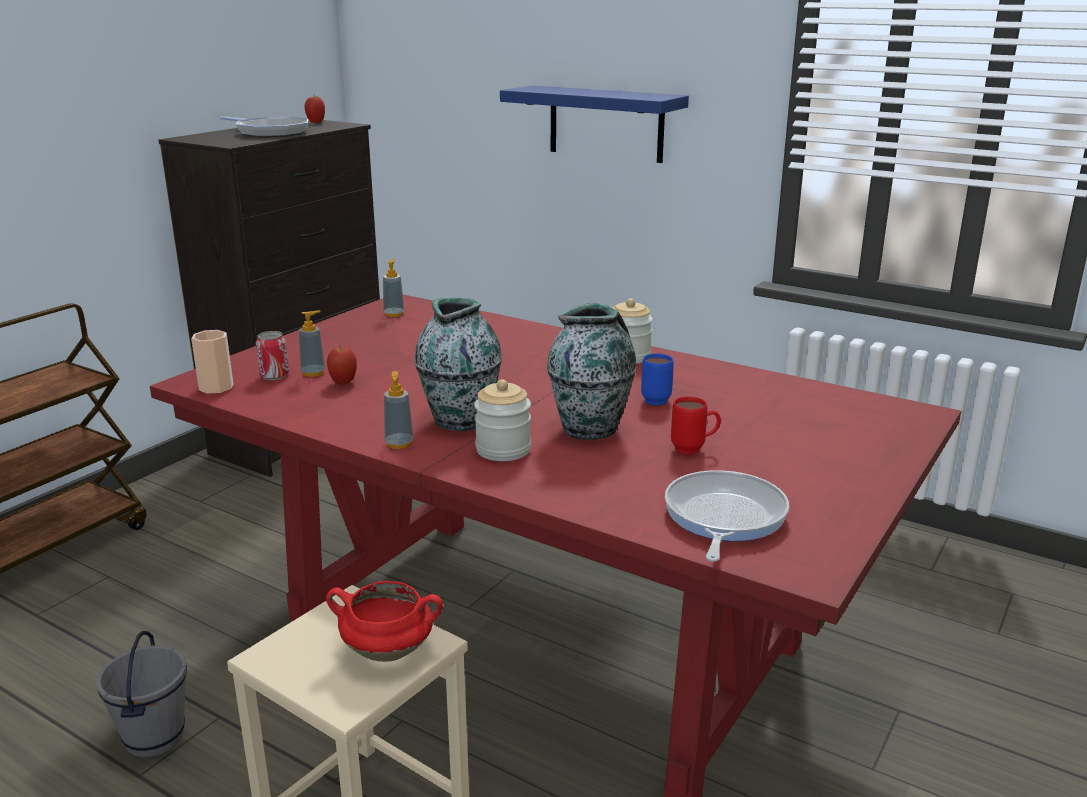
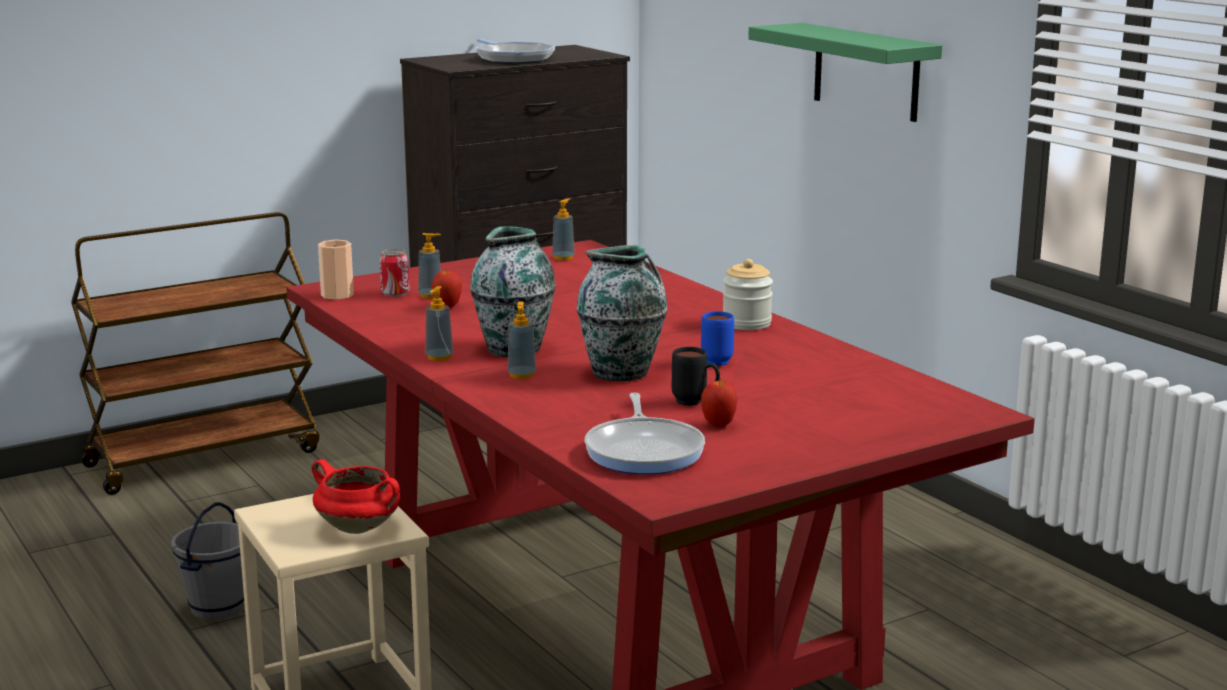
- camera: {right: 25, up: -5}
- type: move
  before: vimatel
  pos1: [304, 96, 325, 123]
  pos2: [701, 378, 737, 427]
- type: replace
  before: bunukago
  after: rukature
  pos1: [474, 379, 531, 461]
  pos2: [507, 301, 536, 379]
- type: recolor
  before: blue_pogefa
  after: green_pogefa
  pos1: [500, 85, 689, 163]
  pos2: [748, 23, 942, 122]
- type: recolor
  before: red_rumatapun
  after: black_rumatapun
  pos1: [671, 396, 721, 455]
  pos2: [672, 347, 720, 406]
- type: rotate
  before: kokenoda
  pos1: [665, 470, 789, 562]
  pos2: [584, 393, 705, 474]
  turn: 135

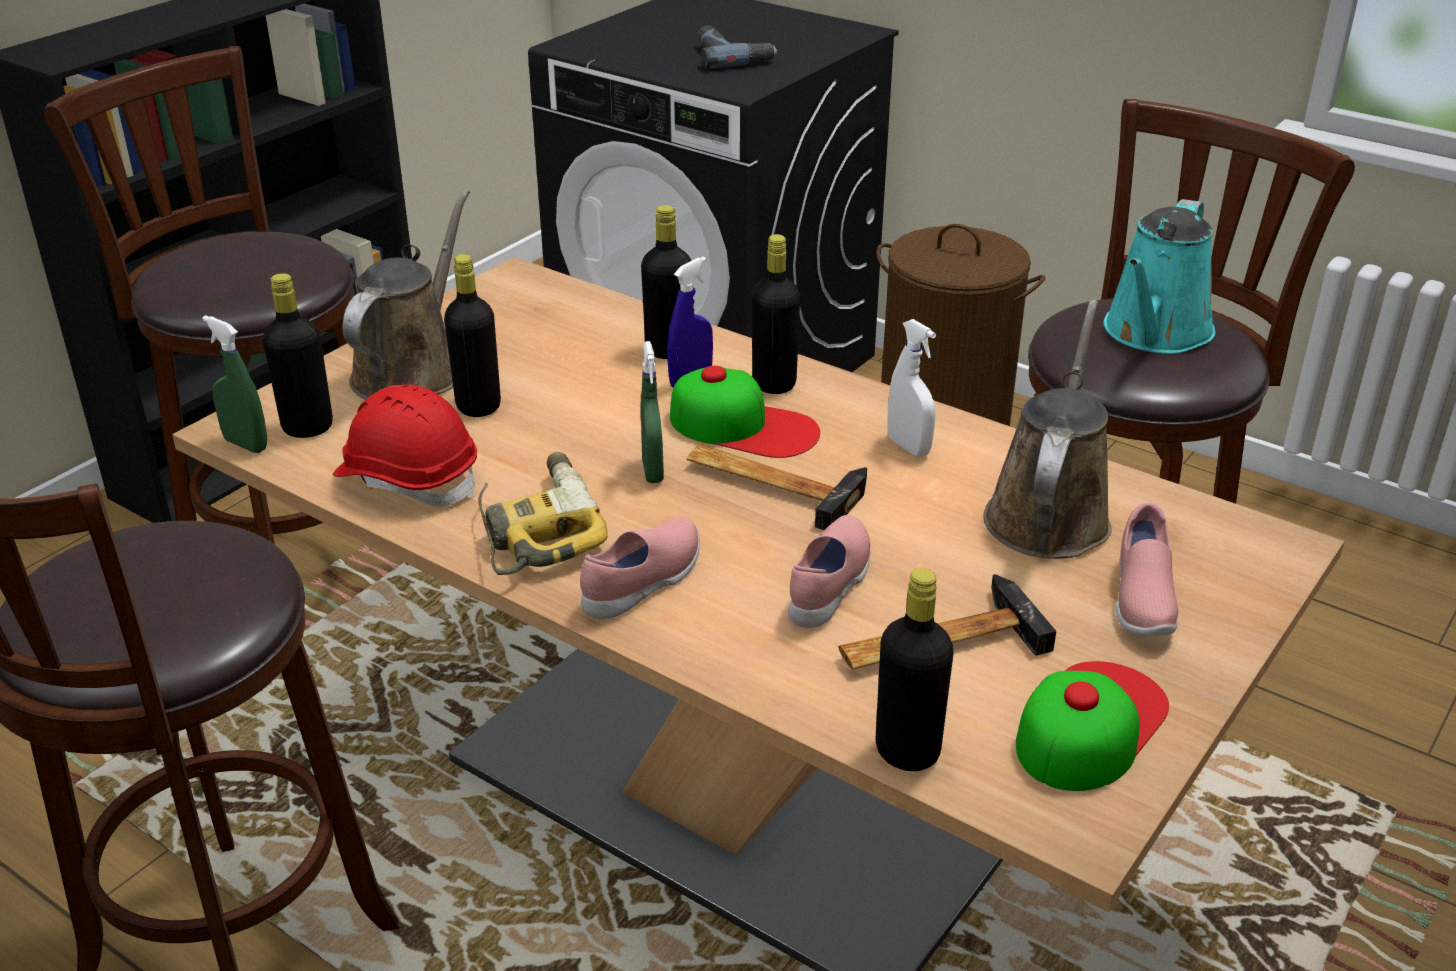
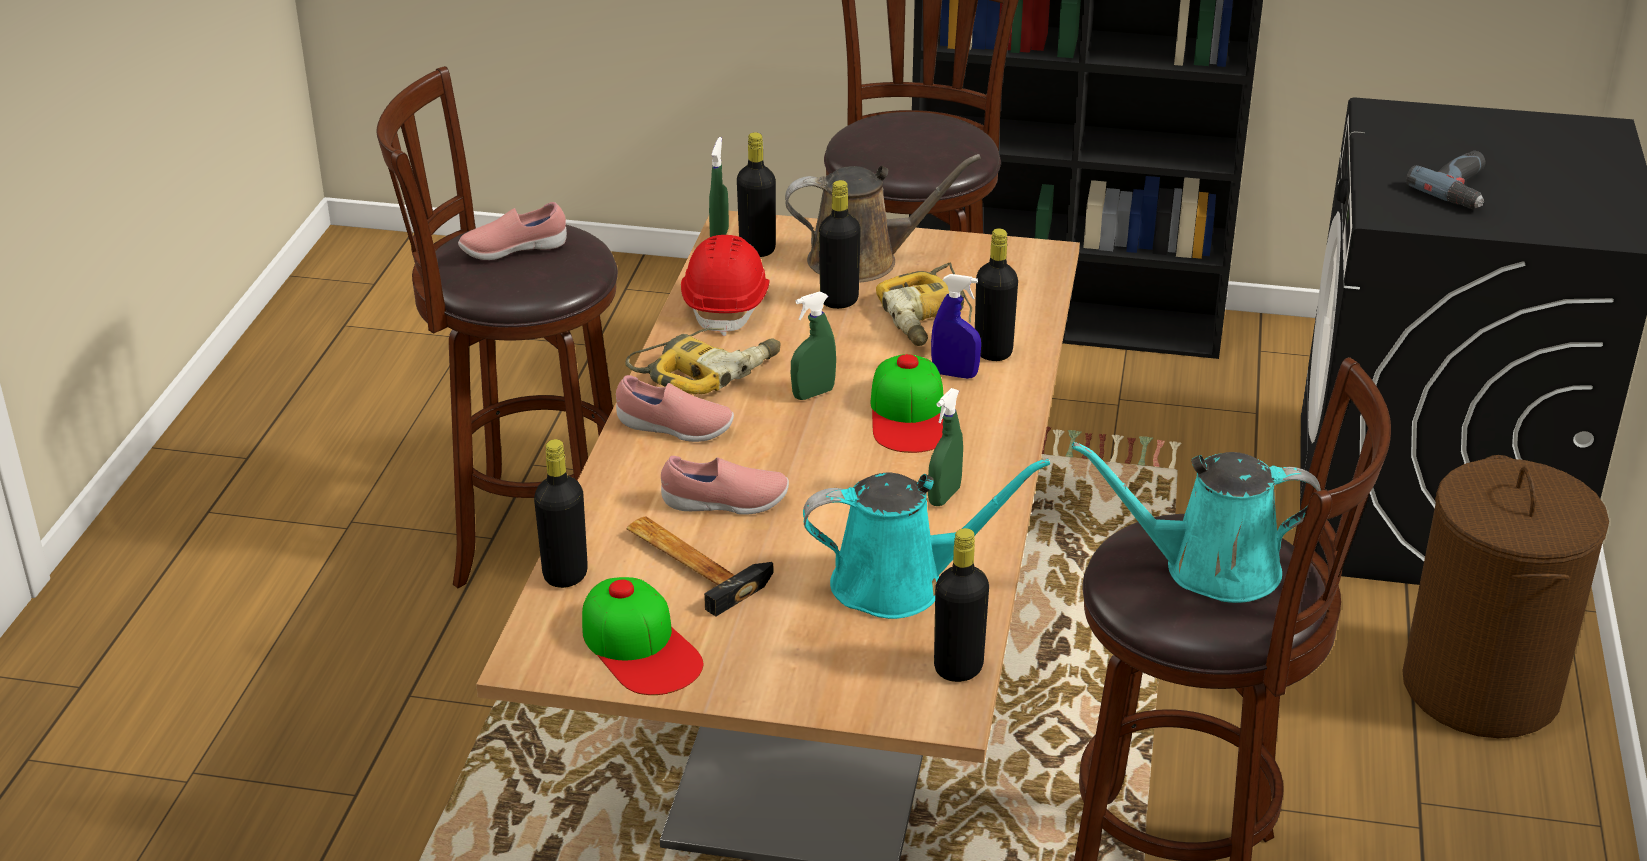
- camera: {right: 65, up: 0}
- type: delete
  before: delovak
  pos1: [686, 444, 867, 530]
- type: insert
  after: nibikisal
  pos2: [876, 263, 972, 346]
- type: move
  before: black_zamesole
  pos1: [752, 234, 800, 394]
  pos2: [934, 528, 989, 682]
- type: move
  before: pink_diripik
  pos1: [1115, 503, 1178, 636]
  pos2: [458, 202, 567, 260]
- type: recolor
  before: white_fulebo
  after: green_fulebo
  pos1: [887, 319, 936, 457]
  pos2: [928, 388, 963, 506]
- type: recolor
  before: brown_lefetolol
  after: turquoise_lefetolol
  pos1: [983, 300, 1112, 559]
  pos2: [803, 458, 1050, 619]
- type: rotate
  before: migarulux
  pos1: [1016, 661, 1169, 791]
  pos2: [582, 577, 703, 695]
  turn: 45

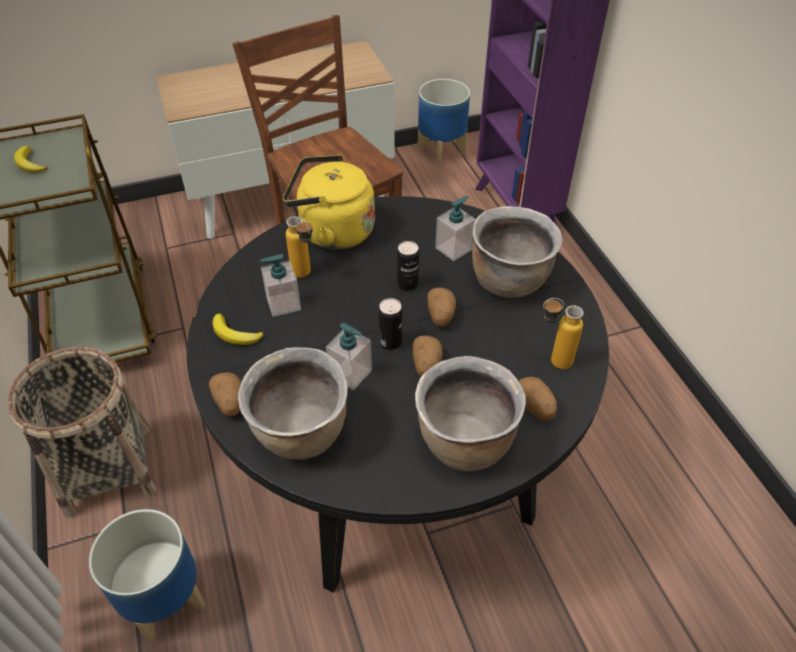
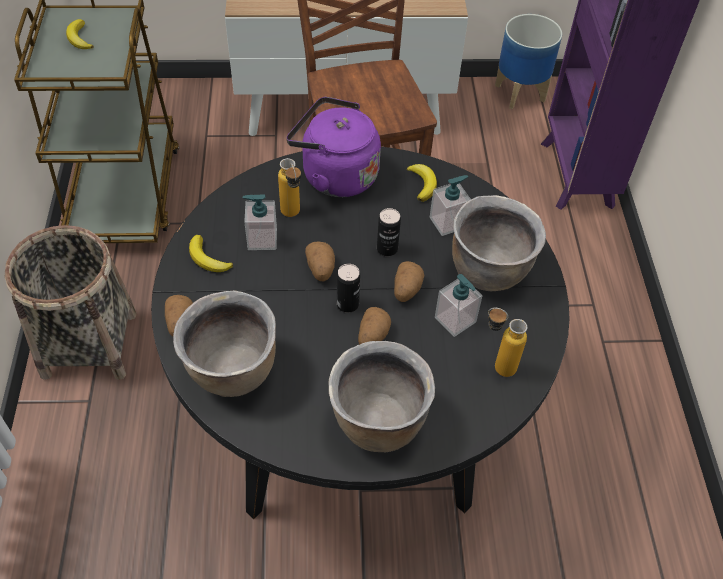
- camera: {right: 15, up: 5}
- type: delete
  before: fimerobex
  pos1: [89, 509, 205, 643]
- type: insert
  after: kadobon
  pos2: [407, 164, 437, 202]
- type: move
  before: rukature
  pos1: [326, 323, 372, 390]
  pos2: [435, 274, 482, 337]
- type: move
  before: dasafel
  pos1: [518, 377, 557, 421]
  pos2: [305, 241, 335, 282]
- type: recolor
  before: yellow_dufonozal
  after: purple_dufonozal
  pos1: [283, 155, 375, 250]
  pos2: [287, 97, 381, 197]

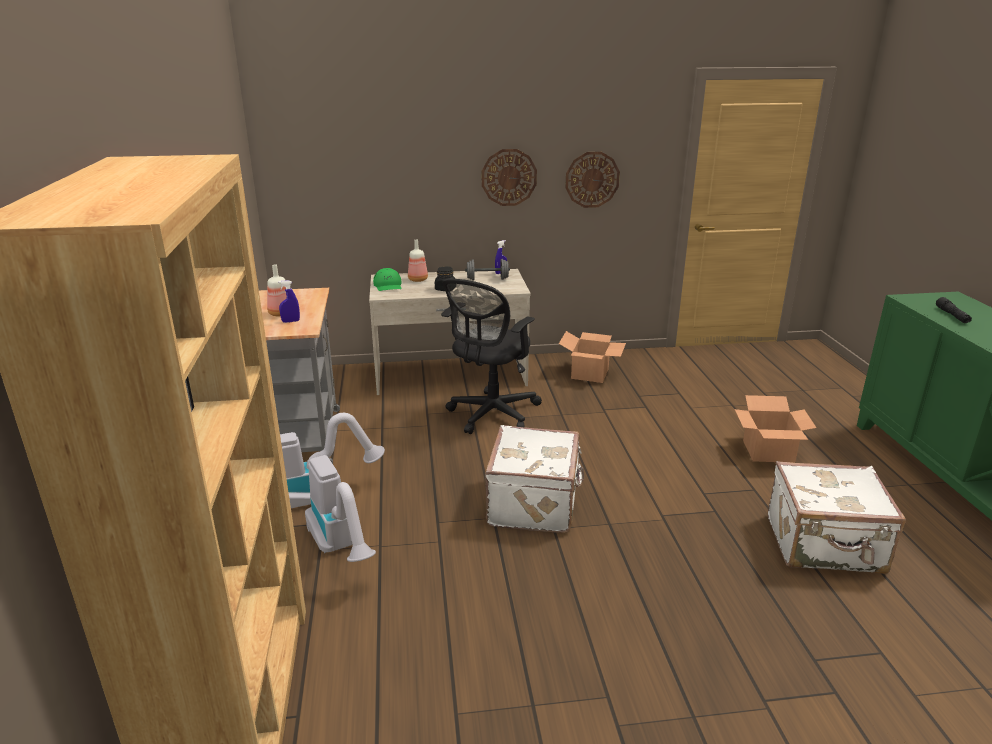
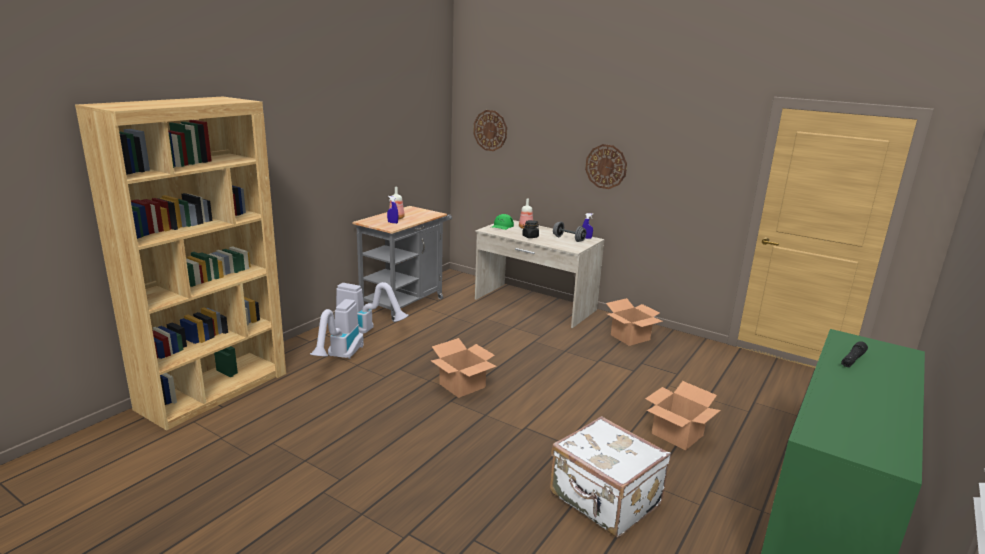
- camera: {right: 40, up: -5}
- type: delete
  before: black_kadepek
  pos1: [441, 279, 542, 434]
- type: move
  before: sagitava
  pos1: [565, 152, 620, 208]
  pos2: [473, 110, 507, 151]
- type: replace
  before: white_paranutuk
  after: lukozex
  pos1: [485, 425, 584, 533]
  pos2: [431, 338, 497, 398]

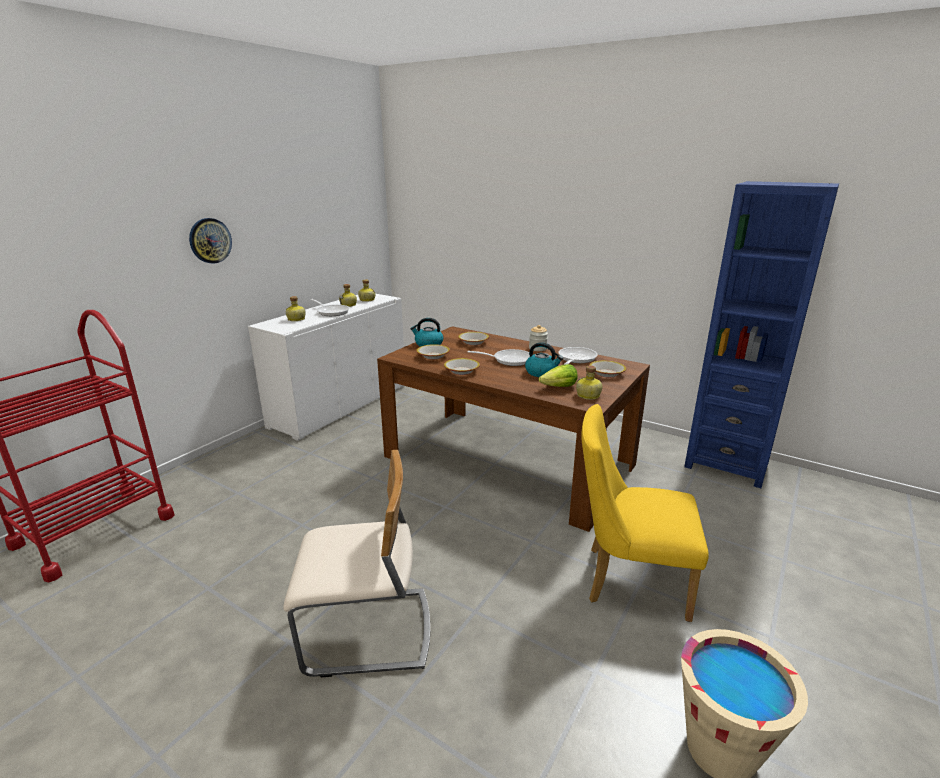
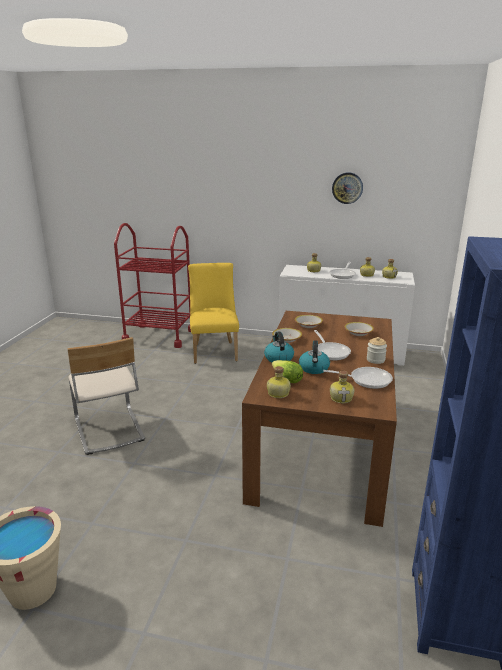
- camera: {right: 70, up: 0}
- type: move
  before: sagitava
  pos1: [189, 218, 232, 264]
  pos2: [332, 172, 363, 204]
- type: move
  before: dufonozal
  pos1: [410, 318, 443, 347]
  pos2: [264, 331, 294, 362]
- type: move
  before: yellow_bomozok
  pos1: [581, 404, 709, 622]
  pos2: [188, 263, 239, 364]
- type: replace
  before: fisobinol
  after: zamesole
  pos1: [589, 360, 626, 377]
  pos2: [330, 371, 355, 403]

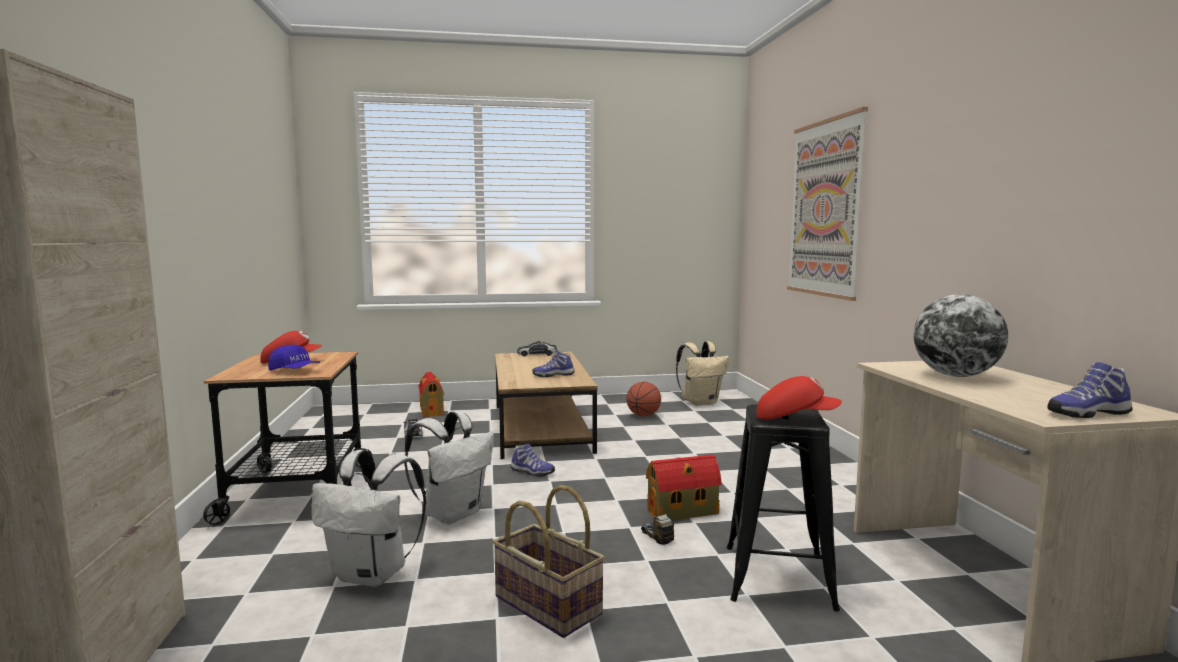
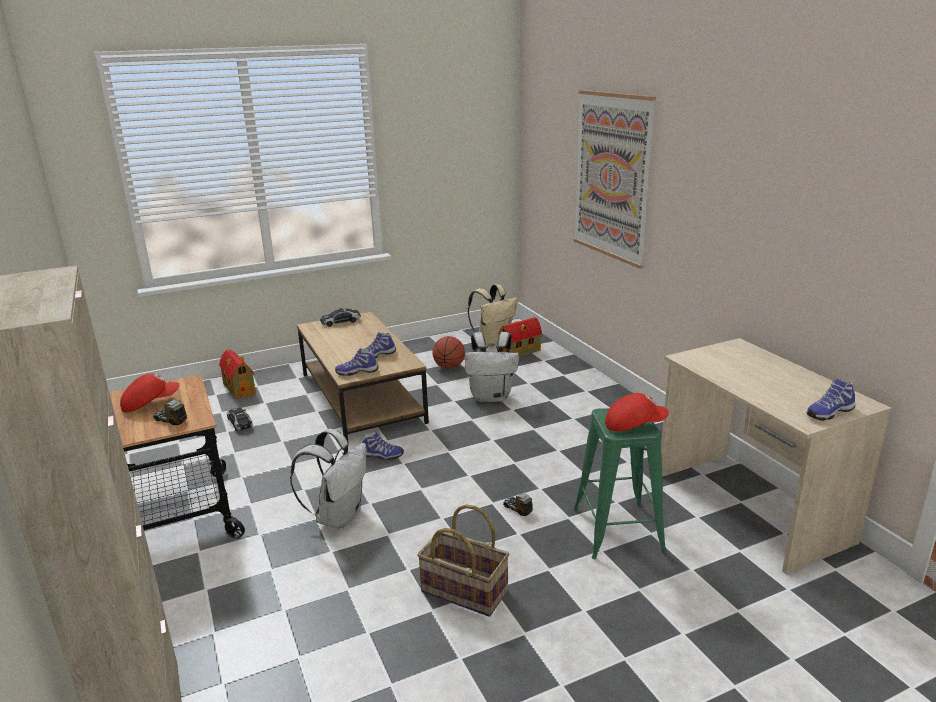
- camera: {right: -15, up: 15}
- type: delete
  before: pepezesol
  pos1: [913, 294, 1008, 377]
- type: insert
  after: diripik
  pos2: [335, 348, 379, 376]
- type: move
  before: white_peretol
  pos1: [311, 450, 426, 587]
  pos2: [465, 332, 519, 402]
- type: move
  before: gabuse
  pos1: [646, 455, 722, 520]
  pos2: [498, 317, 542, 357]
- type: replace
  before: blue_migarulux
  after: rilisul
  pos1: [268, 345, 320, 371]
  pos2: [154, 399, 187, 425]
- type: recolor
  before: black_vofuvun
  after: green_vofuvun
  pos1: [727, 404, 840, 612]
  pos2: [573, 408, 667, 559]

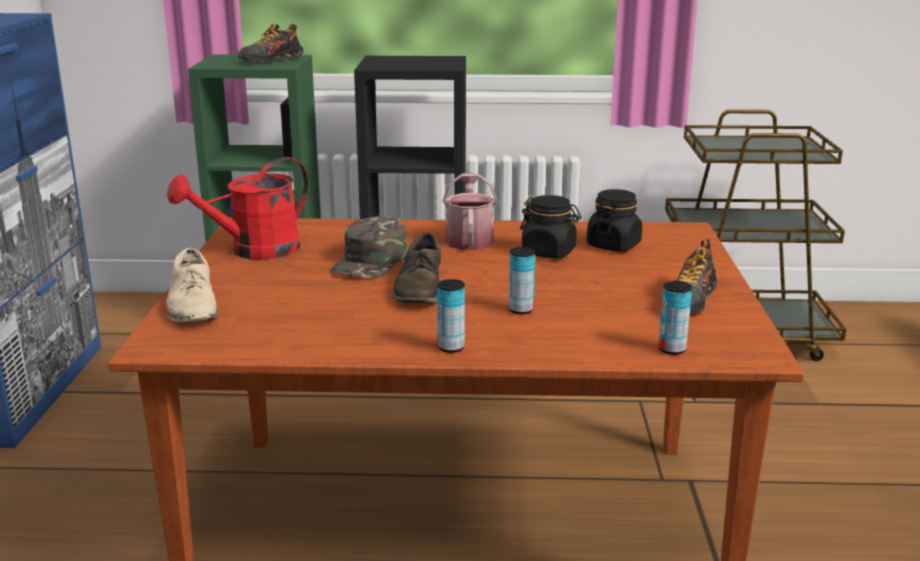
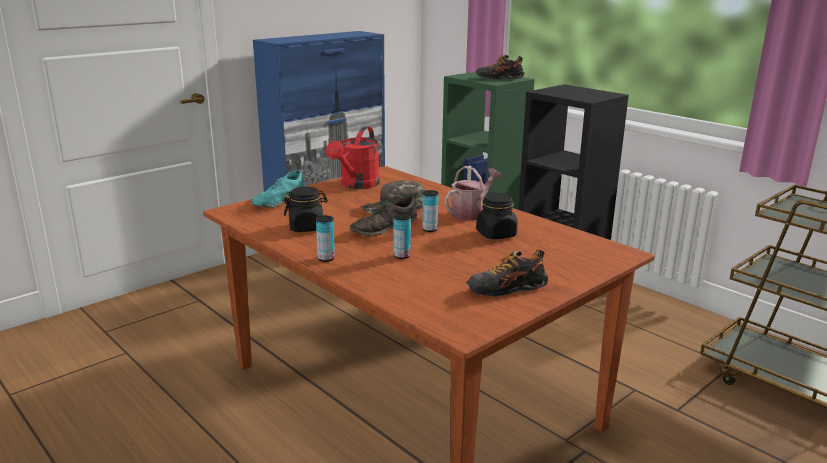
- camera: {right: 45, up: 0}
- type: move
  before: black_bunukago
  pos1: [587, 189, 642, 251]
  pos2: [284, 187, 328, 232]
- type: move
  before: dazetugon
  pos1: [659, 281, 692, 355]
  pos2: [422, 190, 438, 232]
- type: recolor
  before: beige_diripik
  after: turquoise_diripik
  pos1: [166, 248, 218, 322]
  pos2: [251, 170, 305, 208]
- type: rotate
  before: red_lefetolol
  pos1: [167, 157, 309, 260]
  pos2: [326, 126, 380, 189]
  turn: -75

